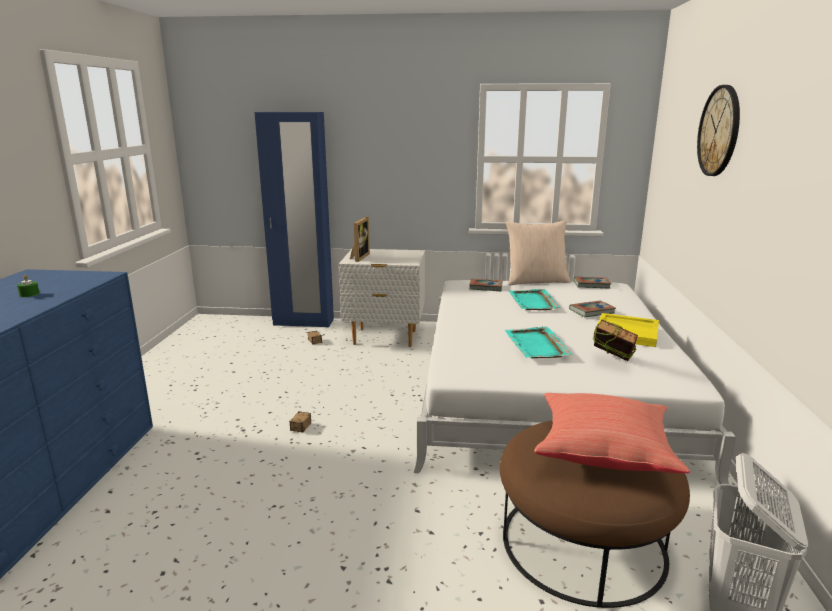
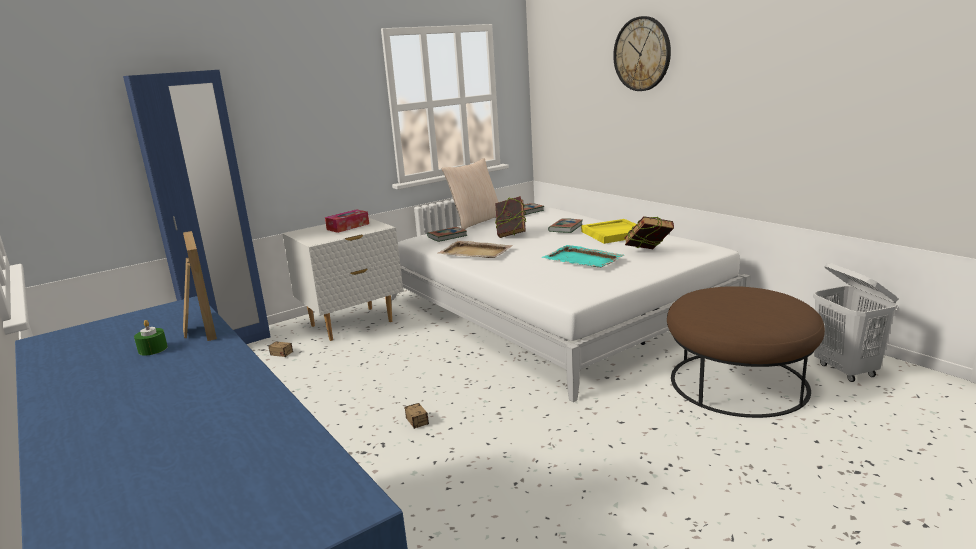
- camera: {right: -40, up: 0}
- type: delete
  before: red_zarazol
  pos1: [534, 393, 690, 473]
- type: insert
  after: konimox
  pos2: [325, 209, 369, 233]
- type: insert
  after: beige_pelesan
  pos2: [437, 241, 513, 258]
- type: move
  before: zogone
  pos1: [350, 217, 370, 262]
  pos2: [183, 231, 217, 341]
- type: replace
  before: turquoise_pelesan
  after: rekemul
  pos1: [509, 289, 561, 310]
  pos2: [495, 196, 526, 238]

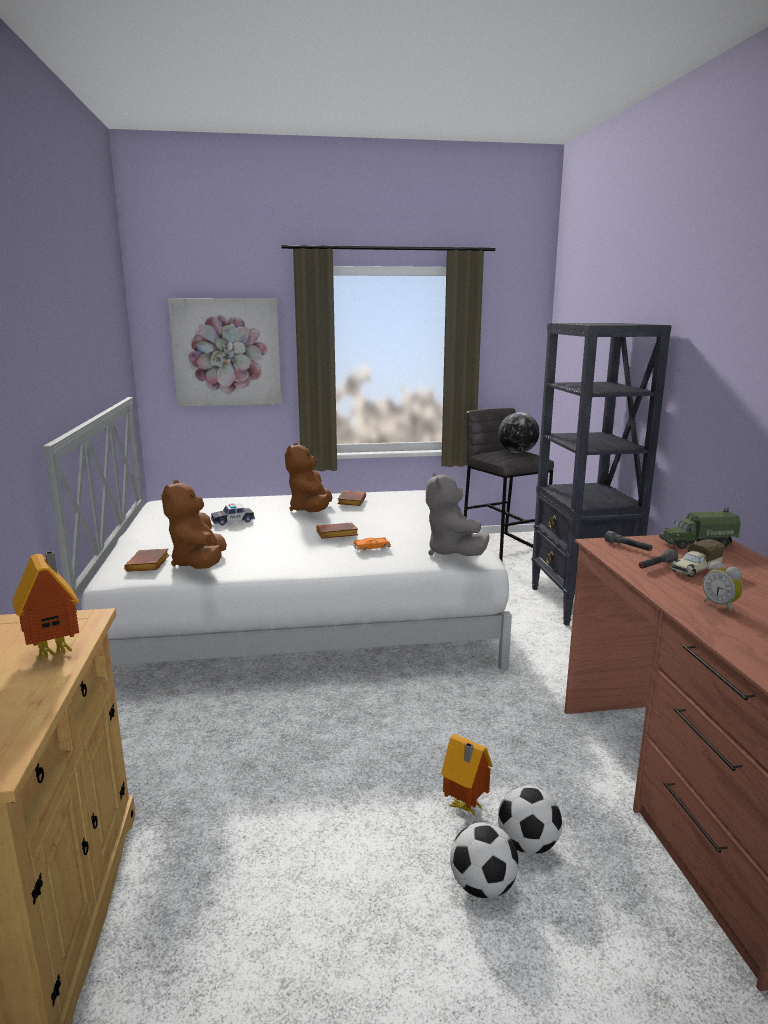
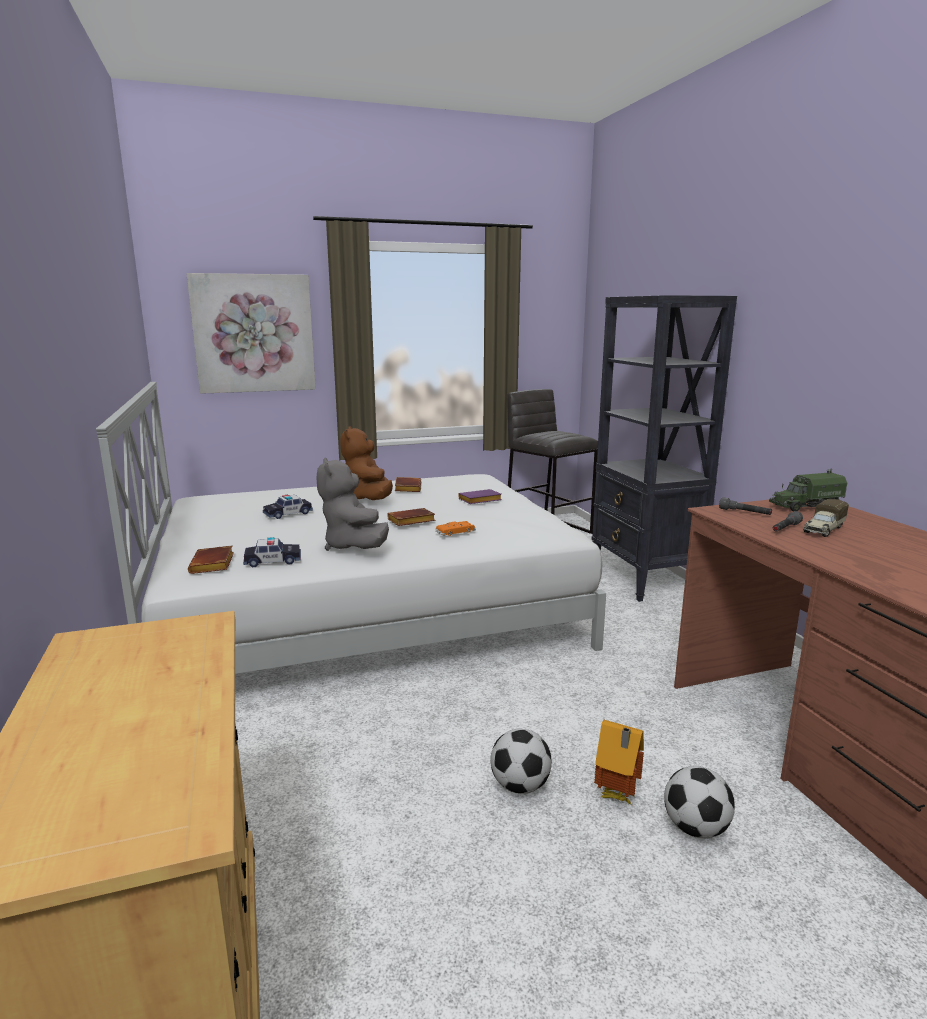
- camera: {right: -10, up: 0}
- type: delete
  before: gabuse
  pos1: [12, 551, 79, 659]
- type: delete
  before: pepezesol
  pos1: [498, 412, 539, 453]
- type: delete
  before: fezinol
  pos1: [703, 561, 743, 612]
- type: insert
  after: purple_rekemul
  pos2: [458, 489, 502, 504]
- type: move
  before: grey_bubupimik
  pos1: [426, 472, 489, 556]
  pos2: [317, 458, 389, 551]
- type: move
  before: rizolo
  pos1: [450, 822, 519, 899]
  pos2: [490, 728, 552, 794]
- type: replace
  before: brown_bubupimik
  after: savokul
  pos1: [162, 480, 227, 569]
  pos2: [243, 537, 301, 567]

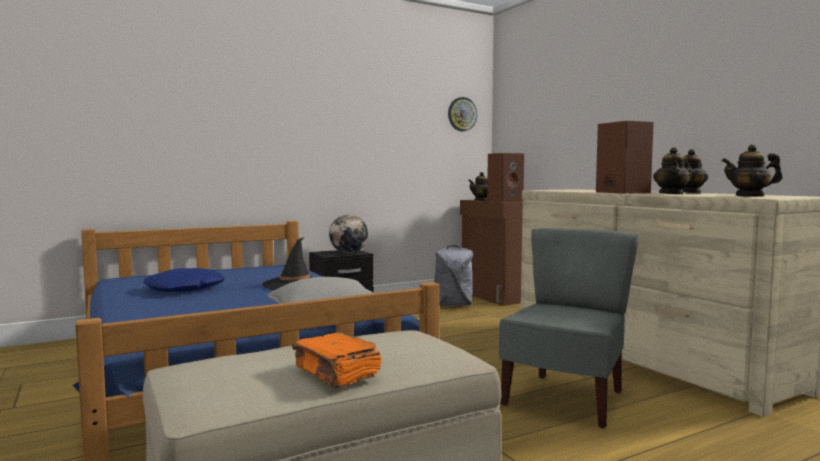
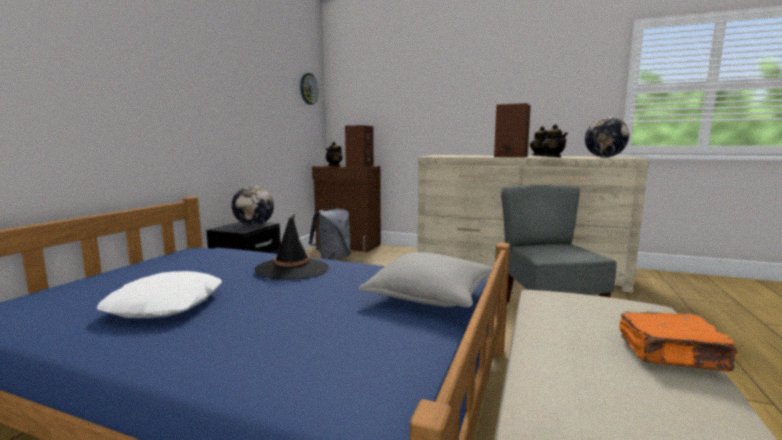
- camera: {right: -40, up: 5}
- type: replace
  before: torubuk
  after: pepezesol
  pos1: [722, 144, 782, 197]
  pos2: [585, 117, 630, 157]
- type: recolor
  before: blue_zarazol
  after: white_zarazol
  pos1: [143, 268, 225, 292]
  pos2: [97, 271, 222, 318]

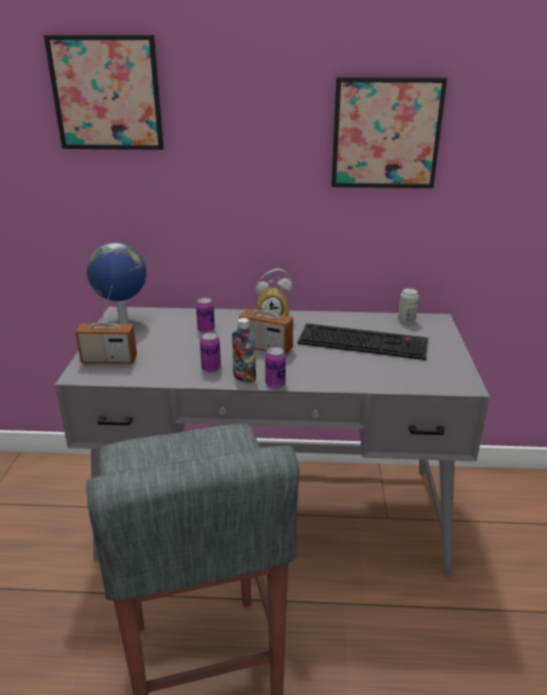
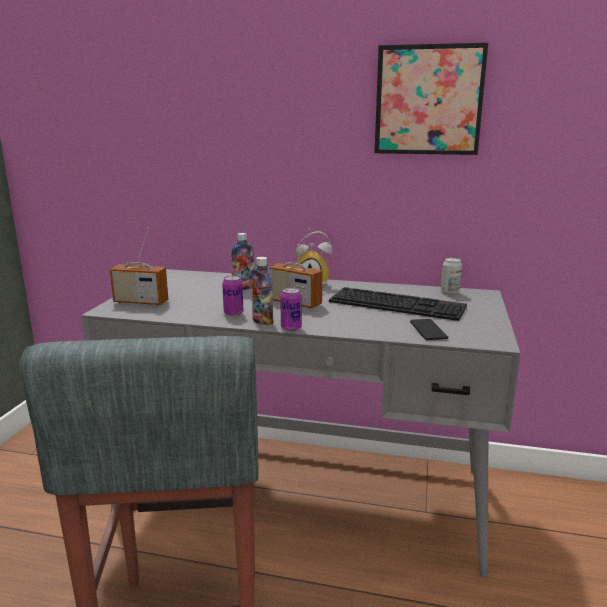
- camera: {right: 10, up: -10}
- type: delete
  before: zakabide
  pos1: [44, 35, 164, 150]
- type: delete
  before: pepezesol
  pos1: [87, 243, 146, 324]
- type: insert
  after: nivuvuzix
  pos2: [410, 319, 448, 340]
- type: replace
  before: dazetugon
  after: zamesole
  pos1: [196, 297, 215, 333]
  pos2: [231, 233, 254, 290]

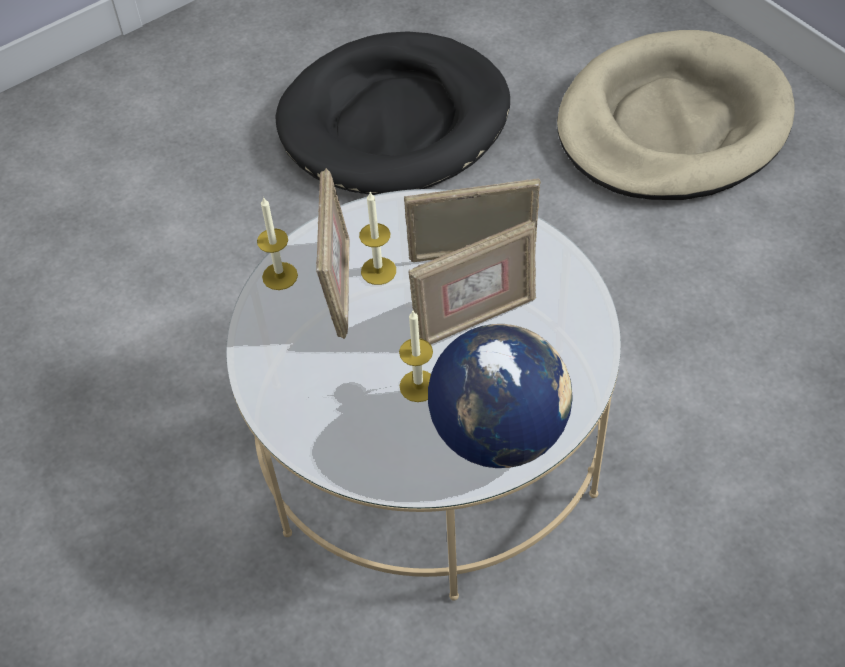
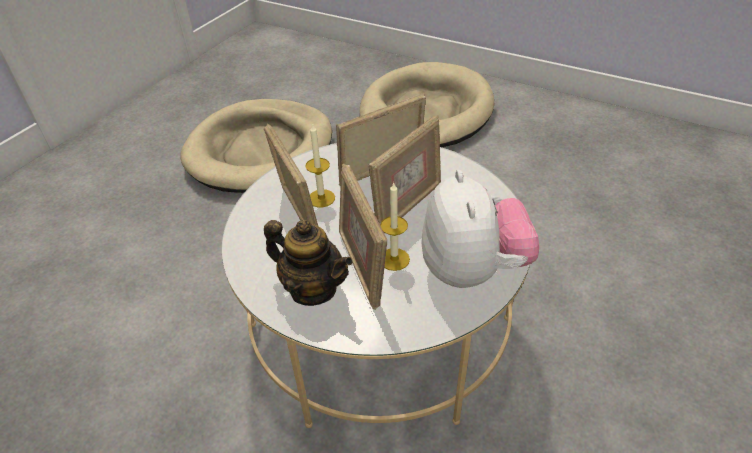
- camera: {right: -25, up: -10}
- type: delete
  before: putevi
  pos1: [257, 196, 298, 290]
- type: insert
  after: torubuk
  pos2: [264, 220, 353, 306]
- type: insert
  after: zogone
  pos2: [339, 164, 387, 310]
- type: replace
  before: pepezesol
  after: bubupimik
  pos1: [428, 324, 572, 468]
  pos2: [421, 170, 539, 288]
- type: recolor
  before: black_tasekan
  after: beige_tasekan
  pos1: [275, 31, 510, 195]
  pos2: [180, 99, 332, 193]

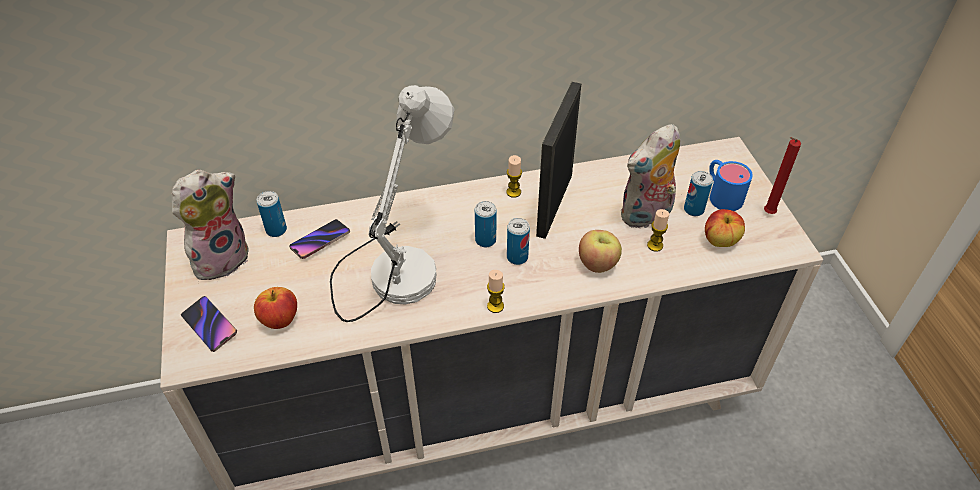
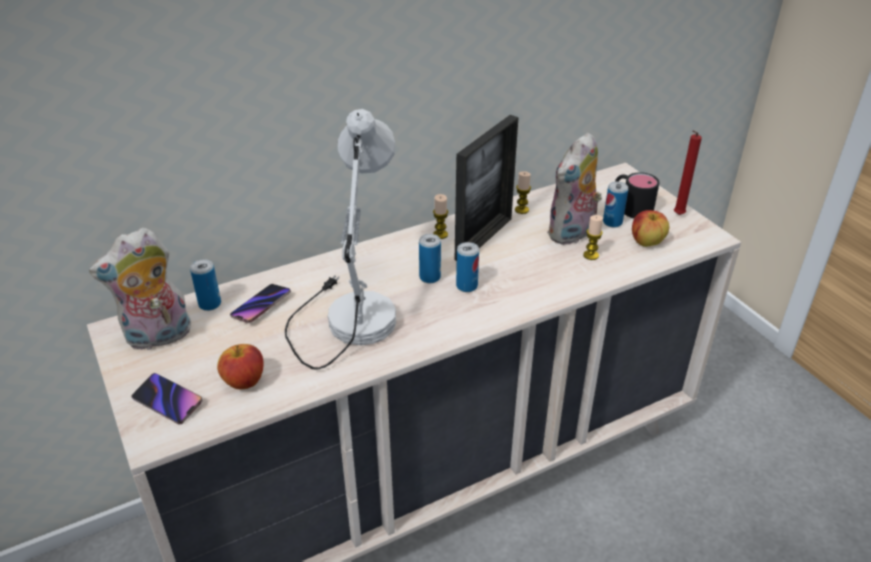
- camera: {right: -15, up: -10}
- type: delete
  before: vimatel
  pos1: [579, 230, 622, 273]
- type: move
  before: putevi
  pos1: [487, 270, 505, 313]
  pos2: [515, 171, 531, 214]
- type: recolor
  before: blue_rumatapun
  after: black_rumatapun
  pos1: [709, 160, 753, 211]
  pos2: [615, 172, 660, 218]
- type: rotate
  before: bubupimik
  pos1: [172, 170, 249, 280]
  pos2: [89, 227, 191, 350]
  turn: -150
- type: rotate
  before: zogone
  pos1: [536, 82, 581, 239]
  pos2: [455, 115, 518, 261]
  turn: -150

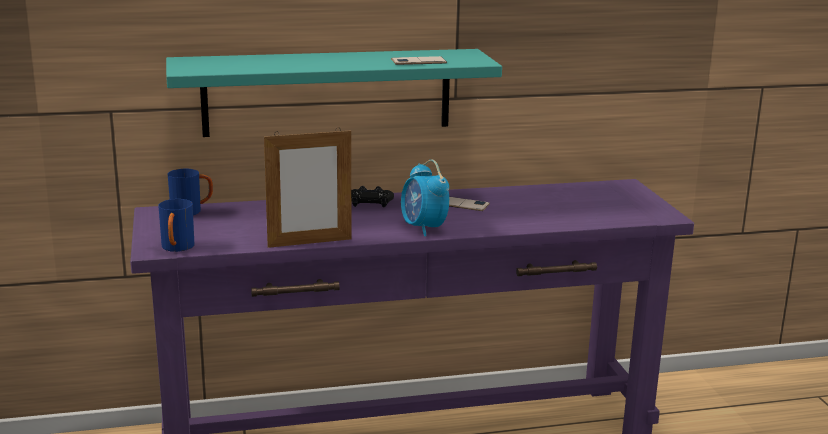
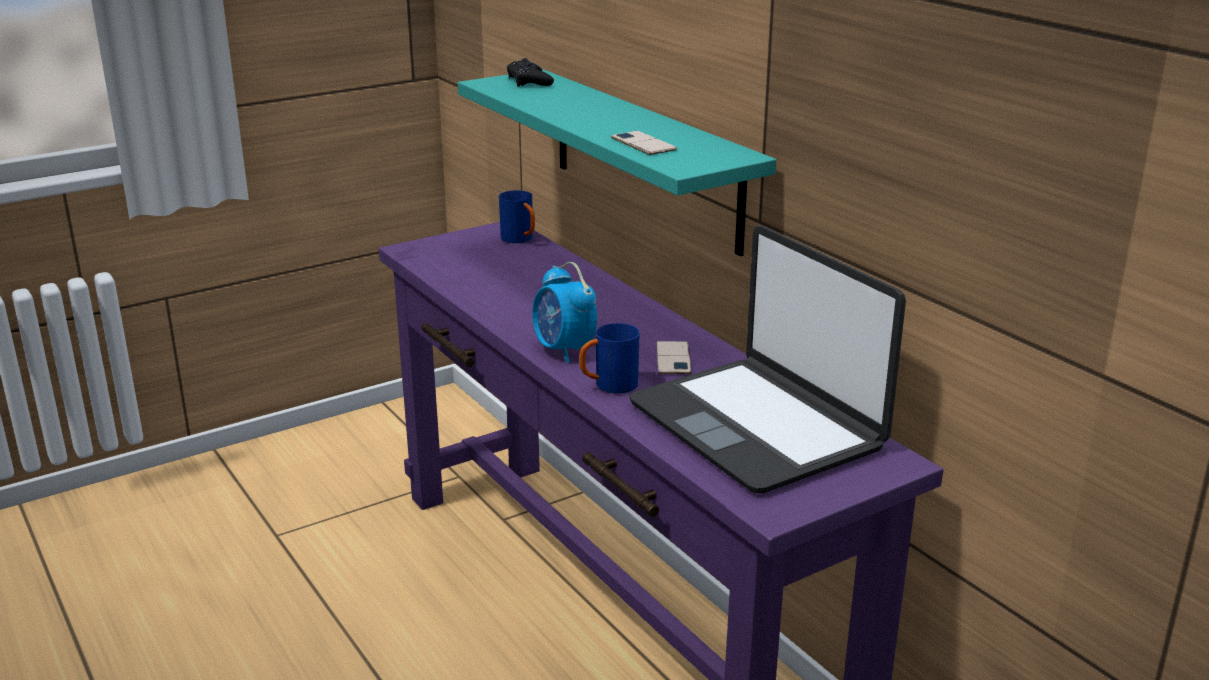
- camera: {right: 70, up: 5}
- type: delete
  before: zogone
  pos1: [264, 127, 352, 248]
- type: insert
  after: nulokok
  pos2: [629, 226, 906, 493]
- type: move
  before: blue_rumatapun
  pos1: [158, 199, 194, 252]
  pos2: [579, 323, 640, 394]
- type: move
  before: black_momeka
  pos1: [351, 186, 394, 208]
  pos2: [507, 58, 554, 87]
- type: rotate
  before: fezinol
  pos1: [401, 160, 449, 237]
  pos2: [532, 262, 597, 363]
  turn: -75

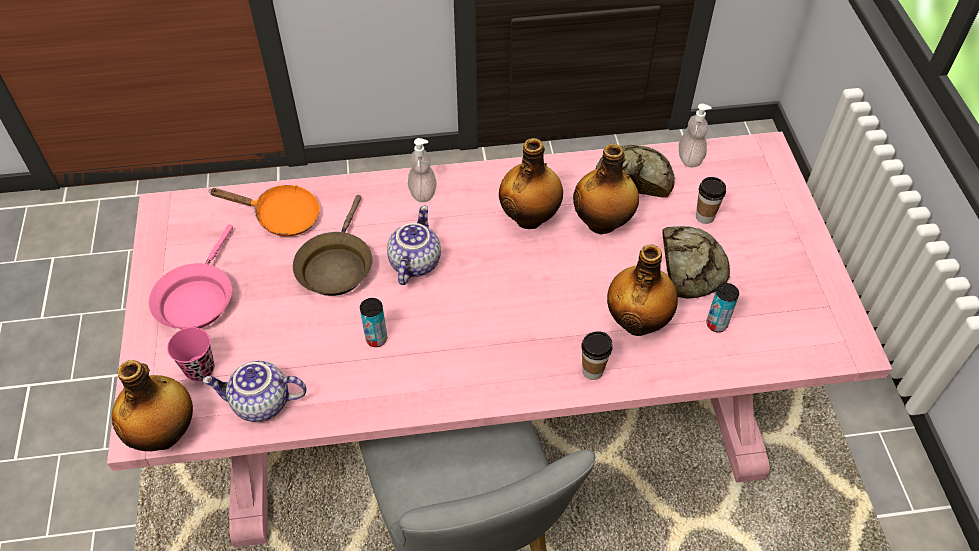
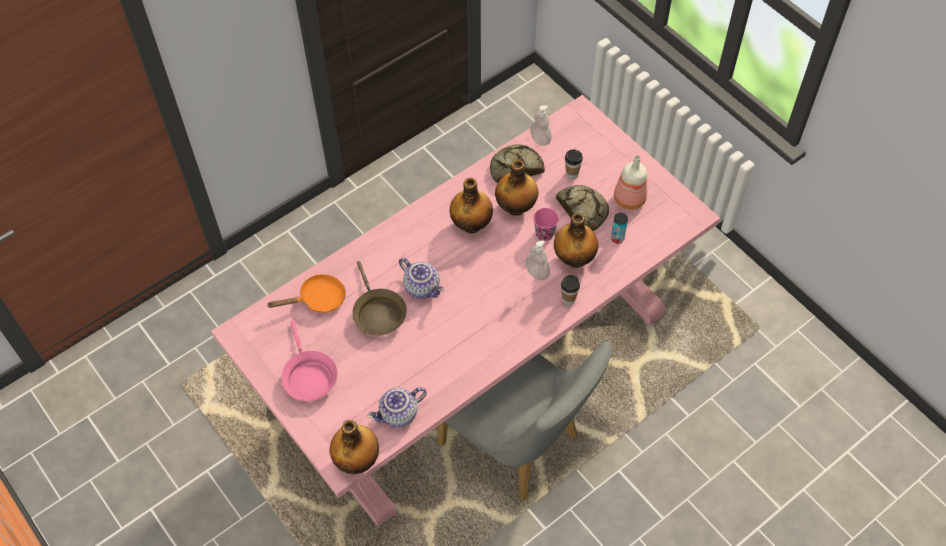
- camera: {right: -30, up: 5}
- type: delete
  before: dazetugon
  pos1: [360, 298, 387, 347]
- type: insert
  after: zamesole
  pos2: [614, 155, 647, 210]
- type: move
  before: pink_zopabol
  pos1: [167, 327, 214, 381]
  pos2: [533, 208, 559, 241]
- type: move
  before: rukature
  pos1: [408, 138, 436, 202]
  pos2: [525, 241, 550, 280]
- type: rotate
  before: torubuk
  pos1: [387, 206, 441, 285]
  pos2: [399, 258, 444, 299]
  turn: 150

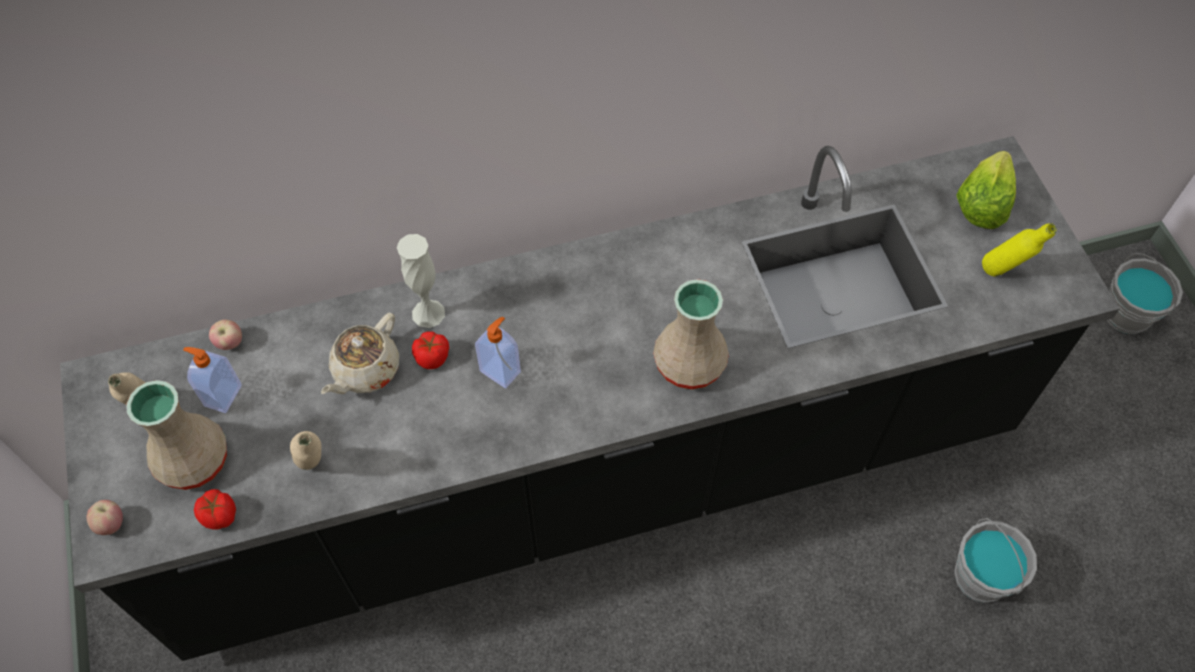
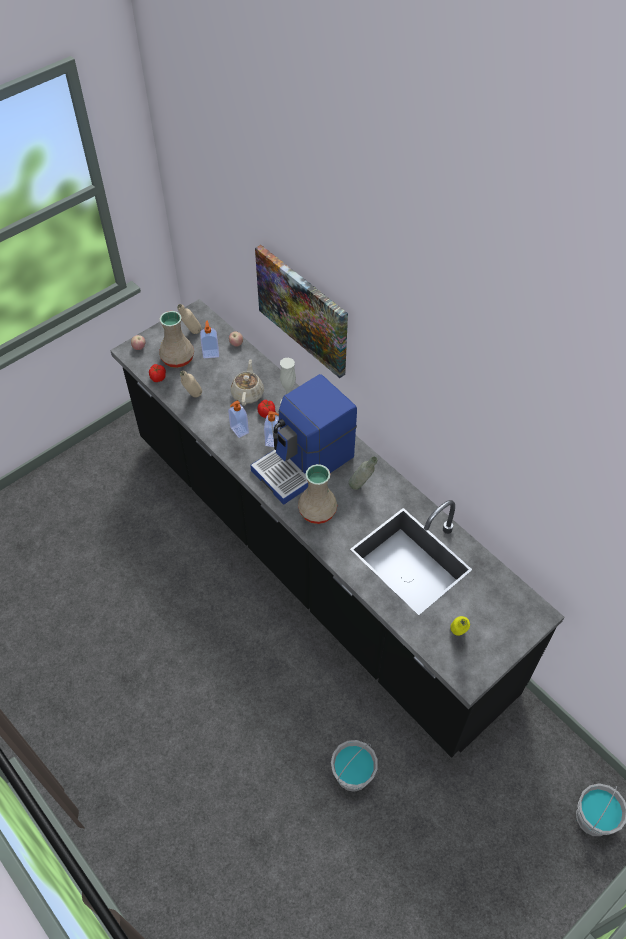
- camera: {right: 65, up: -5}
- type: delete
  before: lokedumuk
  pos1: [956, 151, 1016, 229]
- type: insert
  after: rukature
  pos2: [228, 400, 249, 438]
- type: insert
  after: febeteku
  pos2: [250, 374, 357, 505]
- type: insert
  after: zakabide
  pos2: [255, 245, 348, 378]
- type: insert
  after: grey_zamesole
  pos2: [349, 456, 377, 490]
- type: rotate
  before: beige_torubuk
  pos1: [321, 313, 399, 395]
  pos2: [231, 359, 264, 406]
  turn: 90

